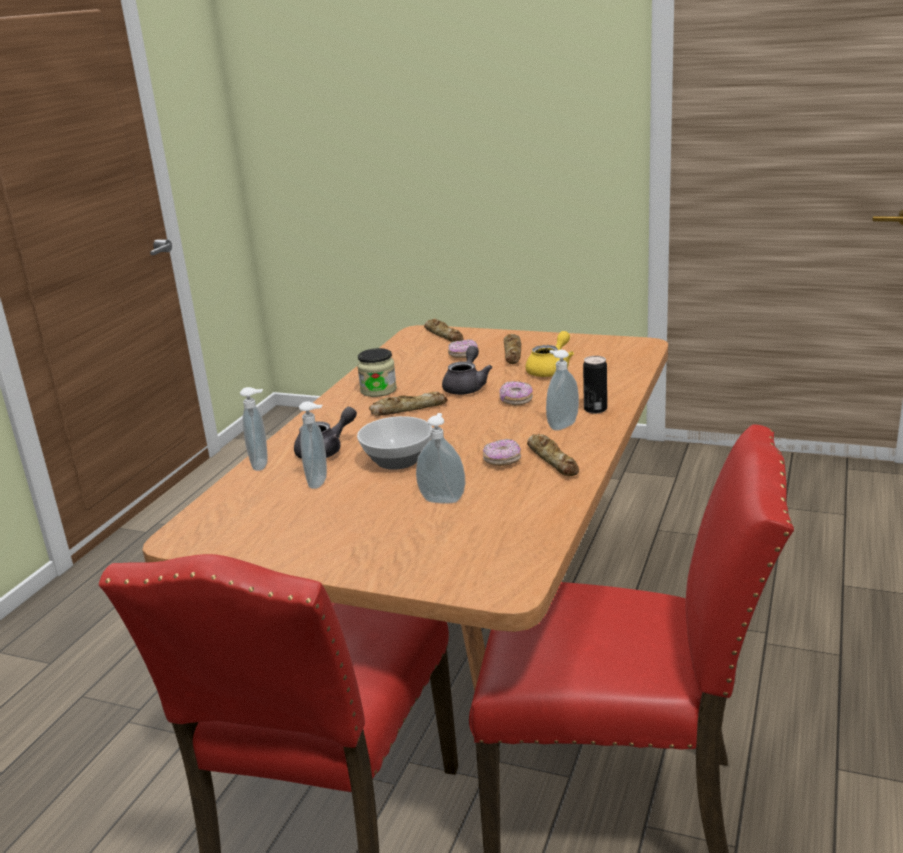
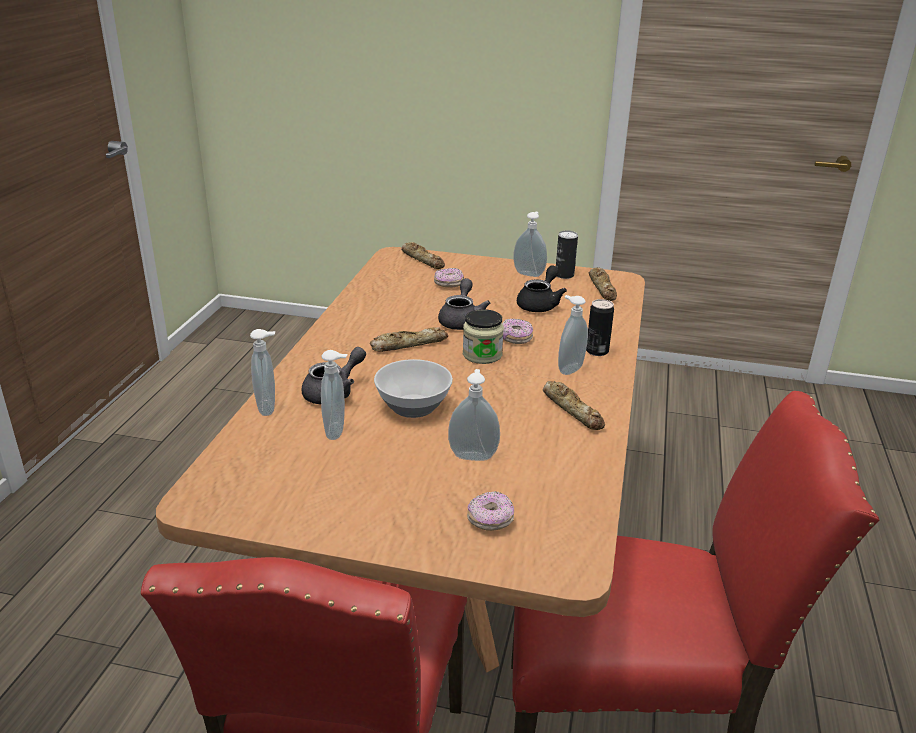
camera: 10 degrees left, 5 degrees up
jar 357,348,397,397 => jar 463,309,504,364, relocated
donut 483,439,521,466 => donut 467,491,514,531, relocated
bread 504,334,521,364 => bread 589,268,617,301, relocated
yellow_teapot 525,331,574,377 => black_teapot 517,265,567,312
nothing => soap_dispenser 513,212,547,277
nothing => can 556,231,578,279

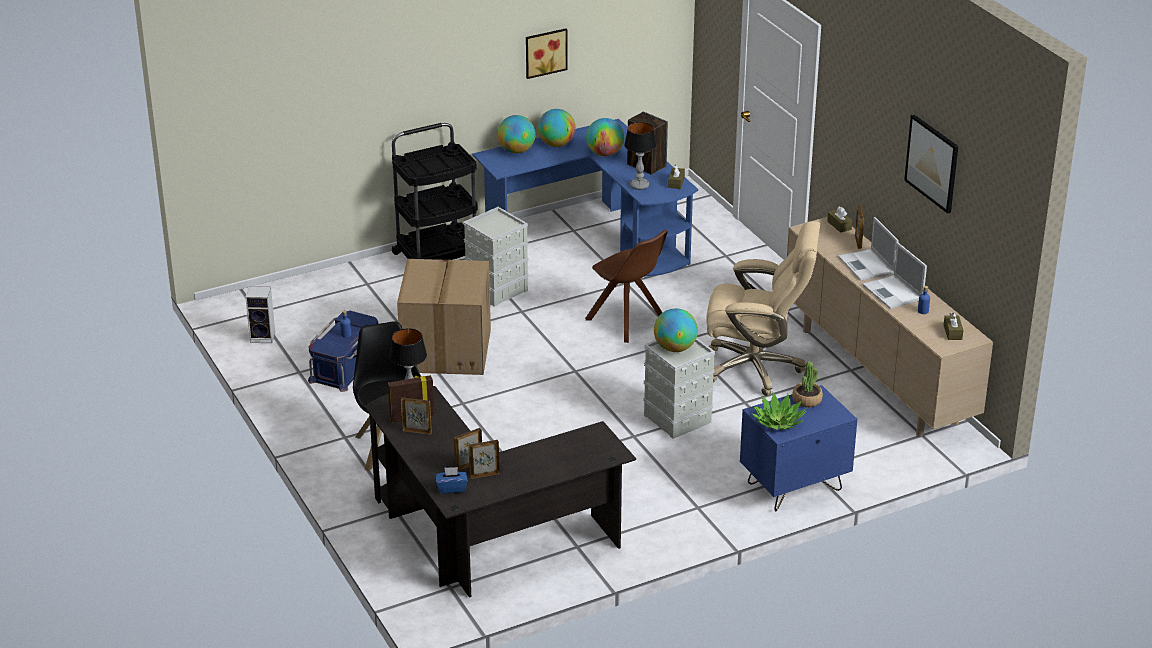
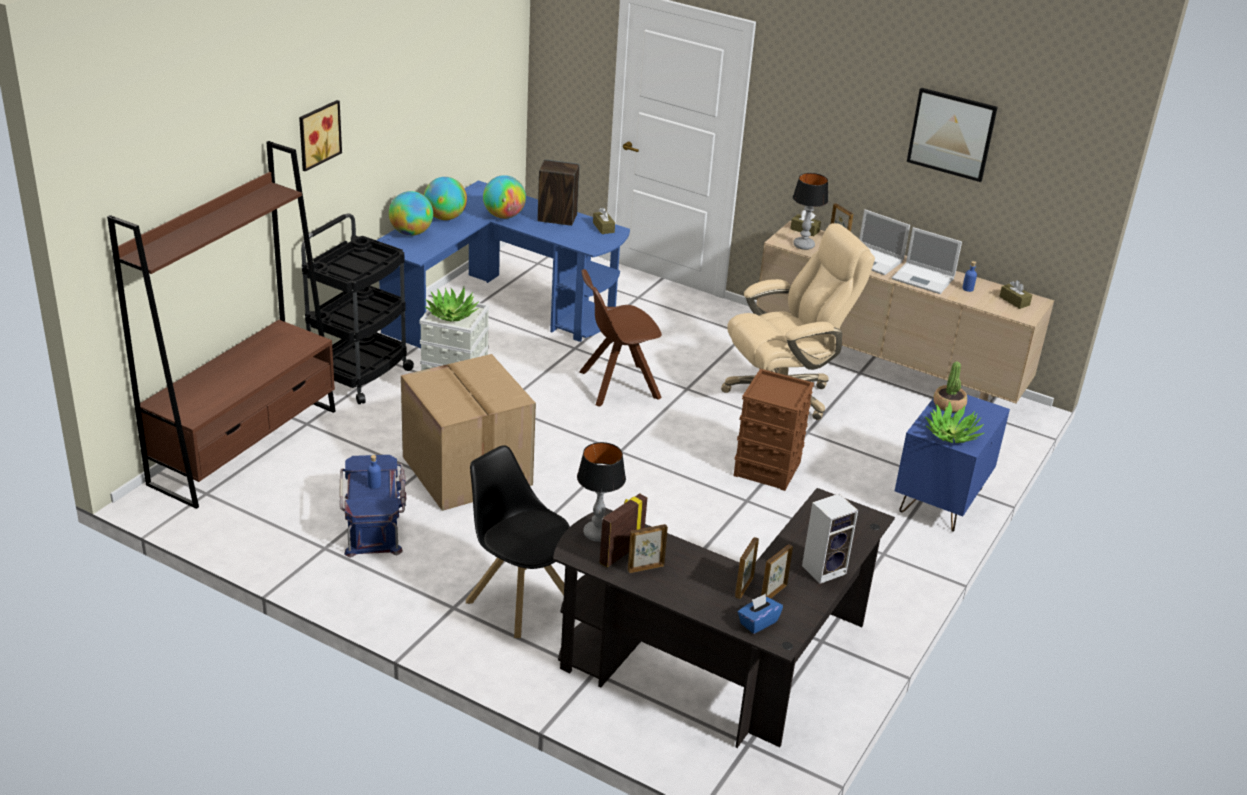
camera: 35 degrees left, 0 degrees up
speaker 245,286,275,343 => speaker 802,494,858,584, relocated
picture 526,28,568,79 => picture 299,100,342,172, relocated
brown_chair 585,230,668,343 => brown_chair 579,269,662,406, 150 degrees clockwise
table_lamp 624,122,656,190 => table_lamp 793,173,829,250, relocated
grey_storage_box 643,338,715,439 => brown_storage_box 734,369,814,491
globe 654,308,698,352 => nothing
nothing => brown_bookcase 107,141,336,509
nothing => potted_plant 424,287,479,321

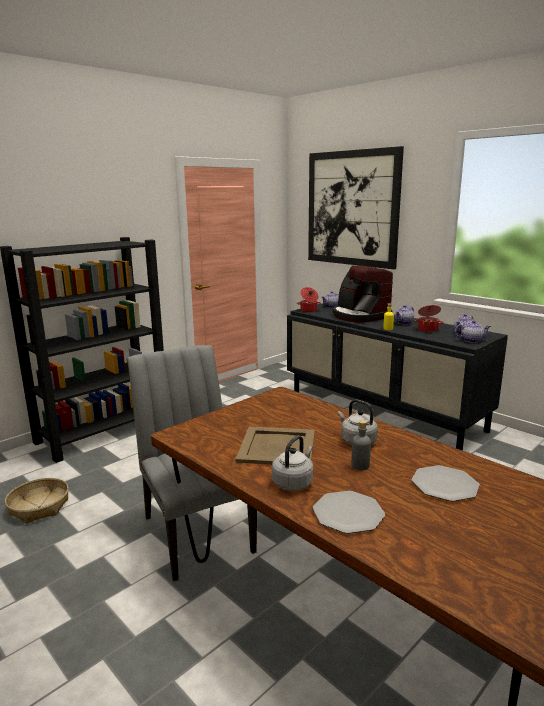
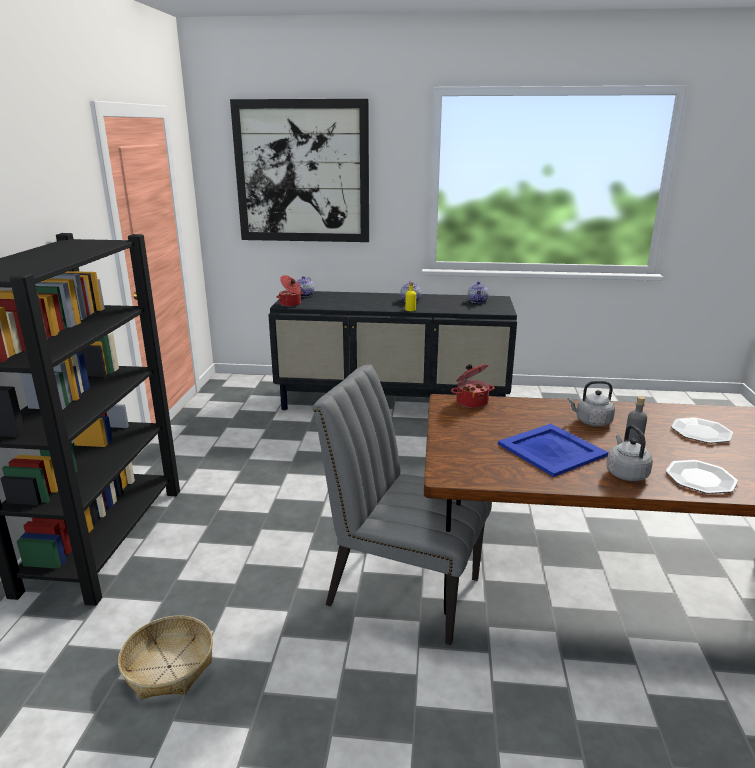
camera: 40 degrees left, 5 degrees up
beige_tray 236,426,315,465 => blue_tray 498,424,608,477
coffee_machine 332,265,393,322 => nothing
cooking_pot 414,305,444,332 => cooking_pot 451,364,495,408, relocated
teapot 455,320,491,343 => nothing

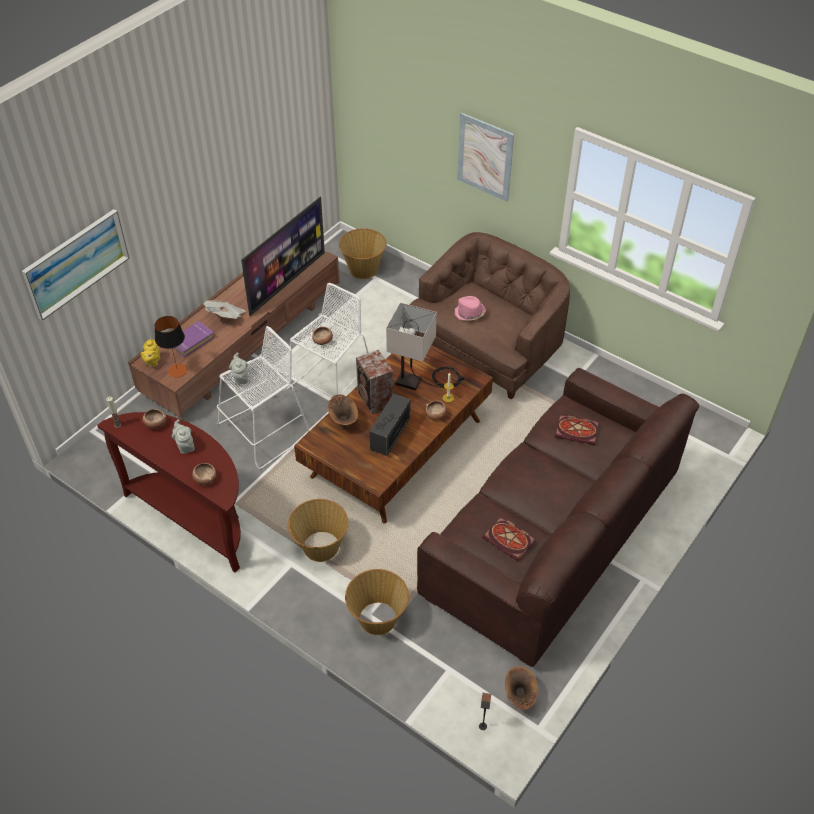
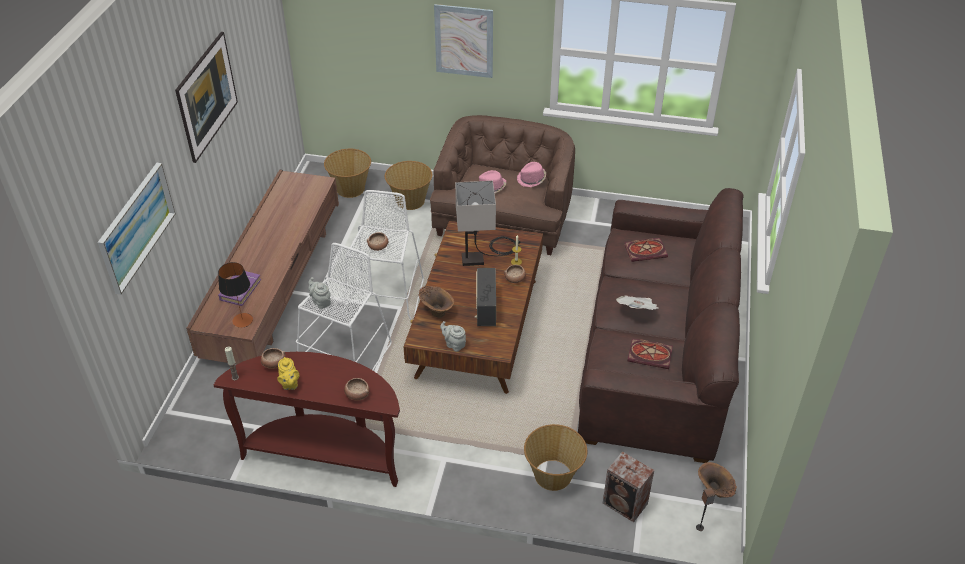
camera: 25 degrees left, 5 degrees down
yellow_teapot 141,339,160,367 => yellow_teapot 277,357,299,390, relocated
grey_teapot 172,419,195,454 => grey_teapot 440,321,466,352, relocated
newspaper 203,300,246,319 => newspaper 616,295,659,310, relocated
television 241,197,325,316 => nothing
basket 288,499,348,562 => basket 385,161,432,210, relocated
speaker 356,350,394,414 => speaker 603,452,654,522, relocated
nothing => picture 175,32,238,163
nothing => pink_hat 517,162,546,187

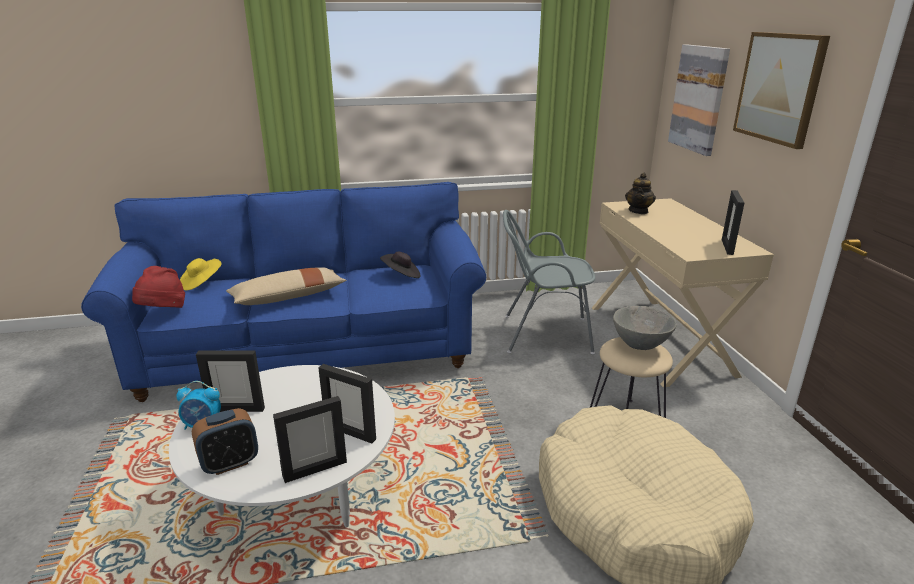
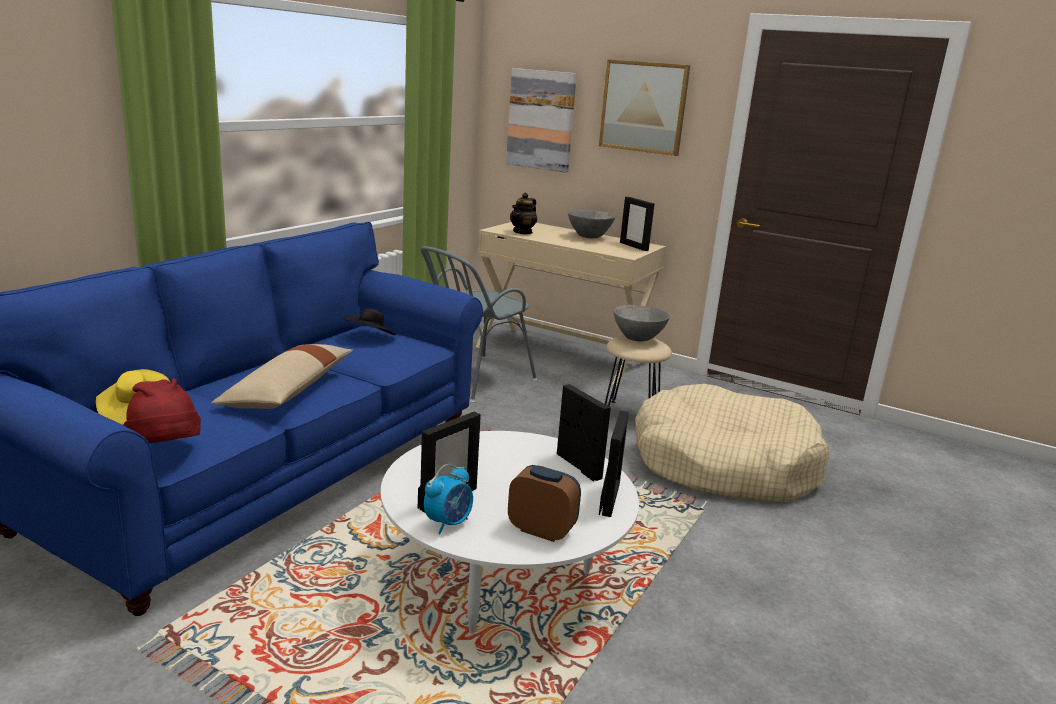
camera: 50 degrees left, 5 degrees down
alarm_clock 192,408,258,475 => alarm_clock 508,465,581,542, 75 degrees counterclockwise
picture_frame 318,364,376,444 => picture_frame 557,384,611,482, 105 degrees counterclockwise
teapot 625,173,656,214 => teapot 510,193,537,235, 60 degrees clockwise
nothing => grey_bowl 568,210,615,239

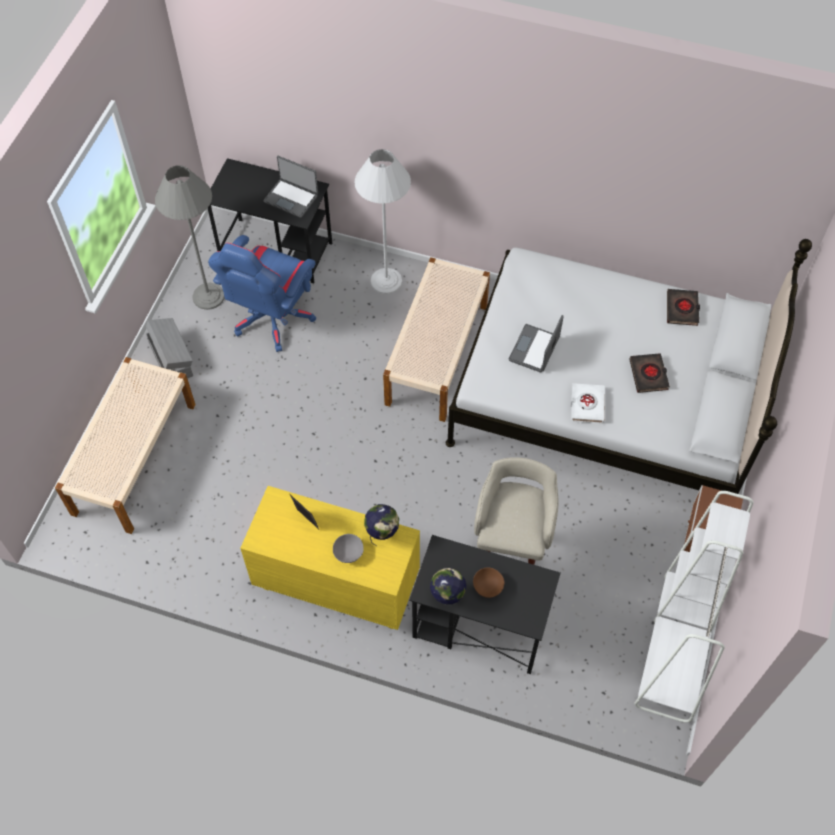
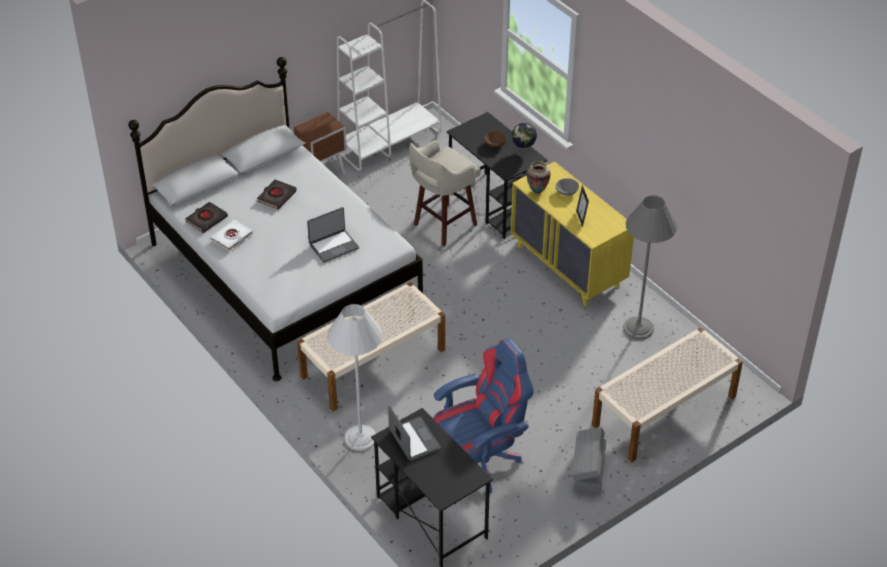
camera: 145 degrees left, 15 degrees down
grey_floor_lamp 155,165,225,310 => grey_floor_lamp 623,195,677,340, relocated
globe 364,504,399,546 => vase 526,161,551,194
white_book 571,383,605,423 => white_book 210,220,253,252, relocated

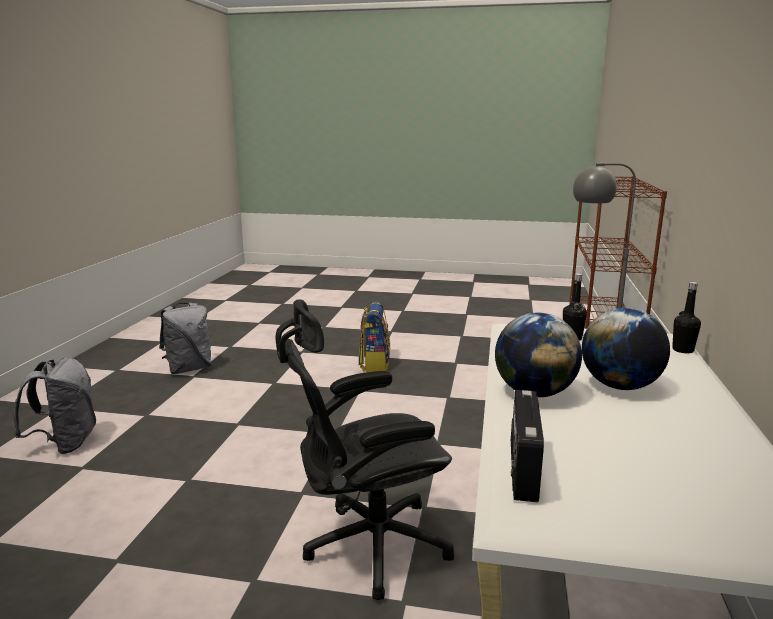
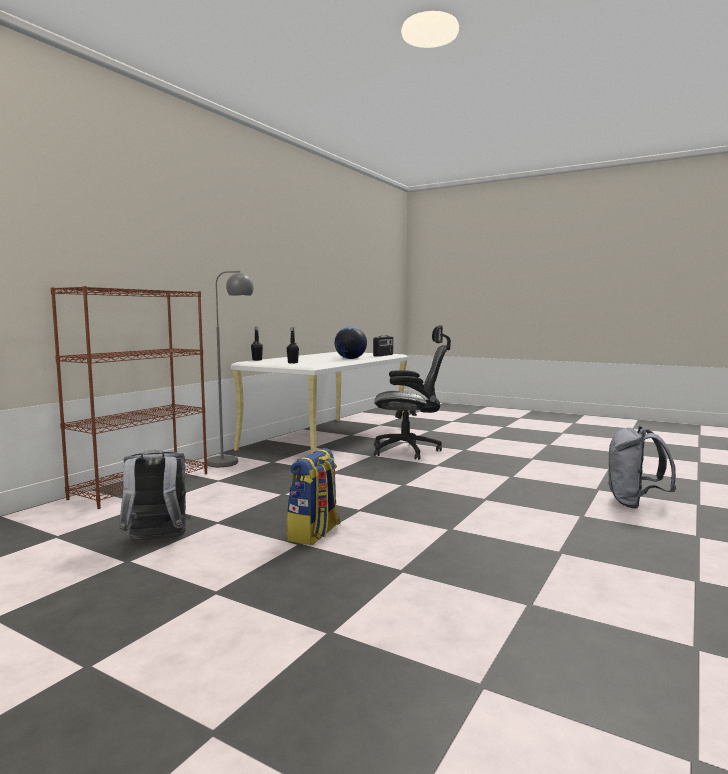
camera: 160 degrees left, 10 degrees down
grey_backpack 159,302,212,374 => grey_backpack 119,450,190,540, relocated
globe 582,308,670,390 => nothing

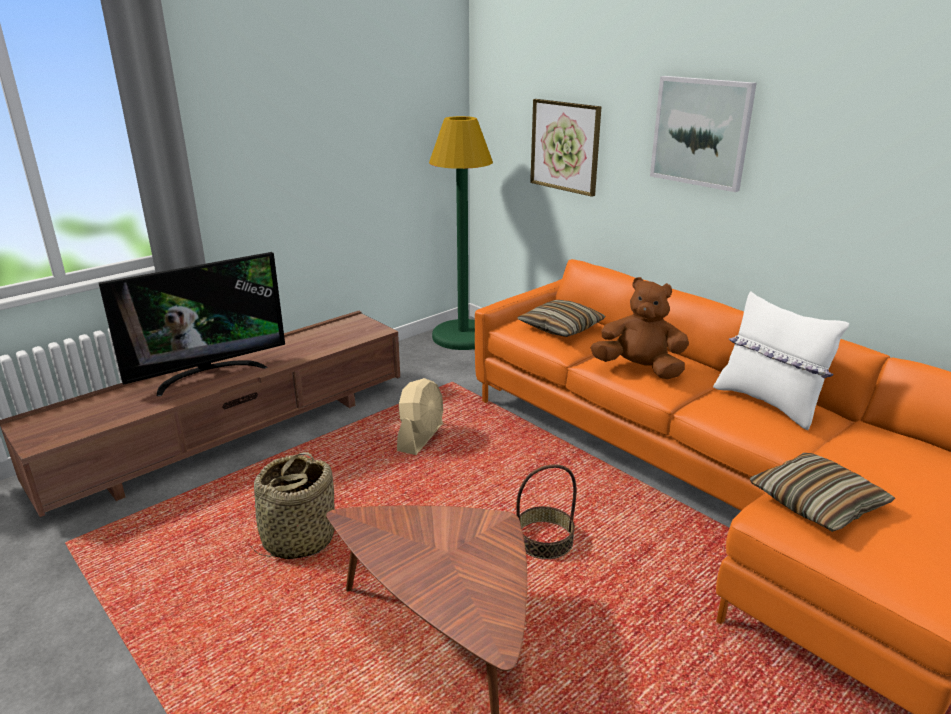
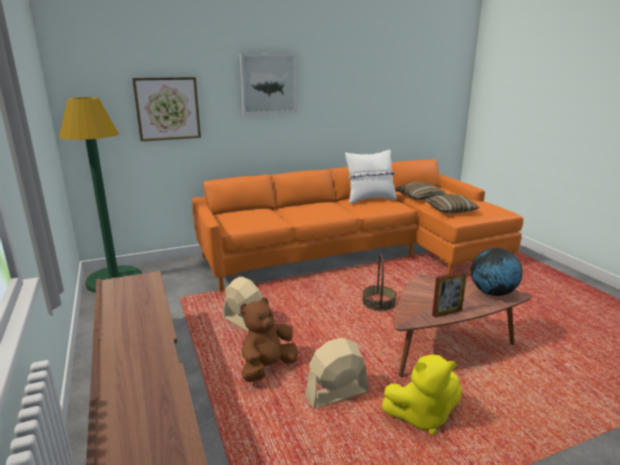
camera: 70 degrees left, 5 degrees down
television 99,252,285,396 => nothing
basket 246,452,335,559 => beige_fan 305,338,369,409
pillow 518,300,606,337 => pillow 395,182,446,200, relocated
brown_plush_toy 590,277,689,379 => brown_plush_toy 241,297,298,382, relocated
nothing => yellow_plush_toy 381,355,462,435
nothing => picture_frame 432,271,467,317
nothing => globe 471,248,523,296

